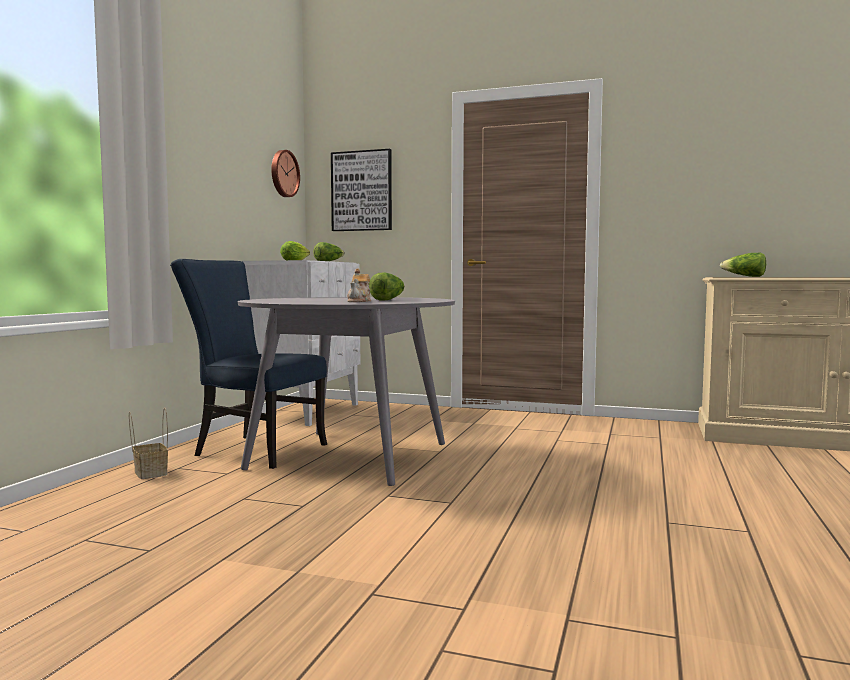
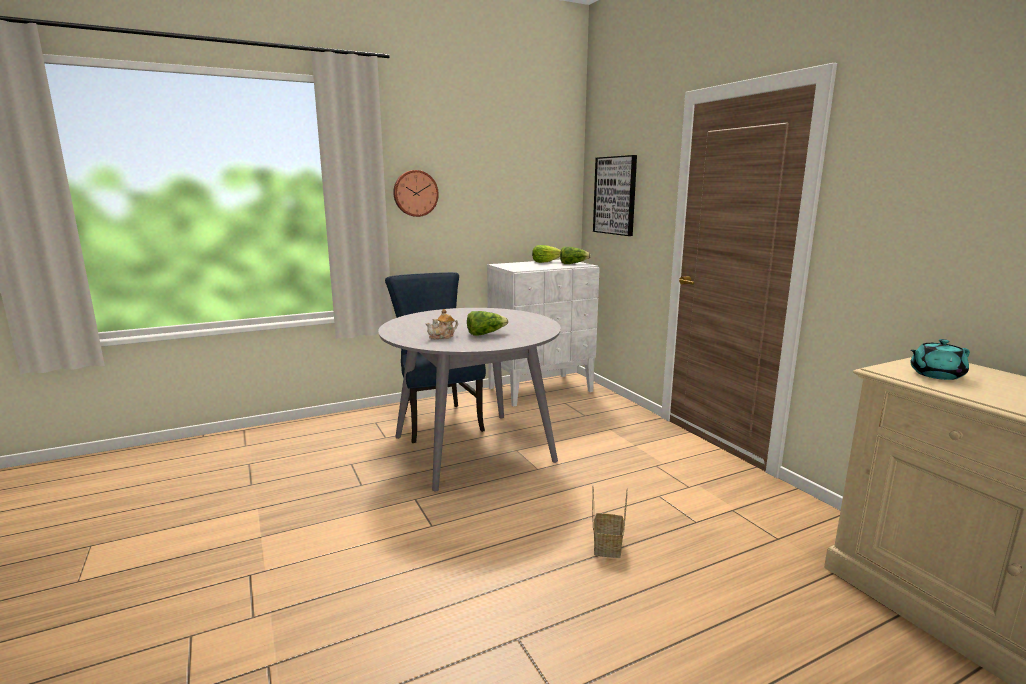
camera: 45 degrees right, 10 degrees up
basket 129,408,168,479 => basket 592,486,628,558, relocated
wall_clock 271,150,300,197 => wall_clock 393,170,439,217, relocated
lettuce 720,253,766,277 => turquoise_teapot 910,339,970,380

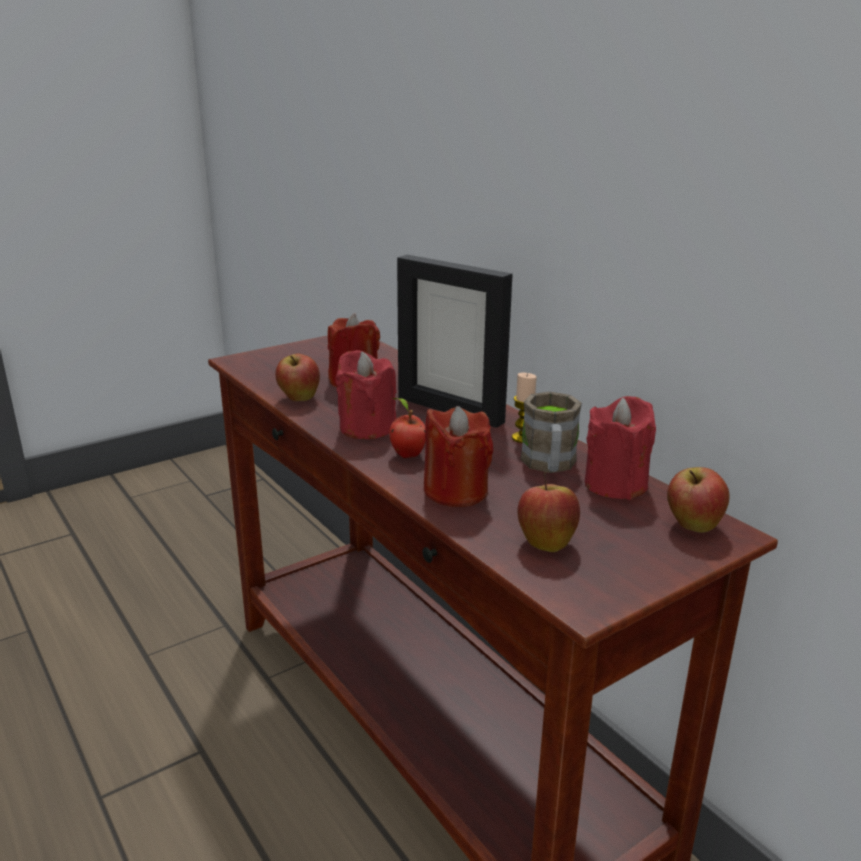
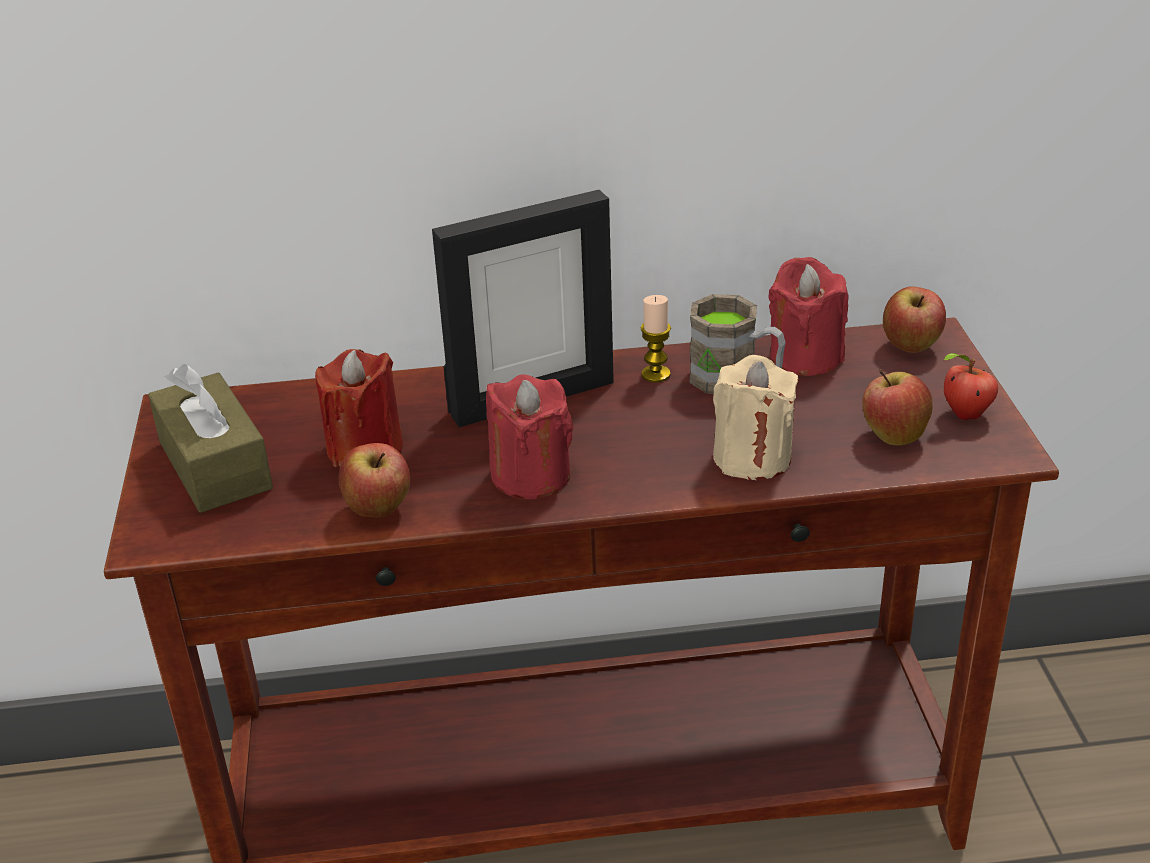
camera: 60 degrees left, 10 degrees up
apple 389,398,425,458 => apple 944,353,998,420, relocated
red_candle 424,406,493,507 => beige_candle 713,355,798,480
nothing => brown_tissue_box 148,364,273,513

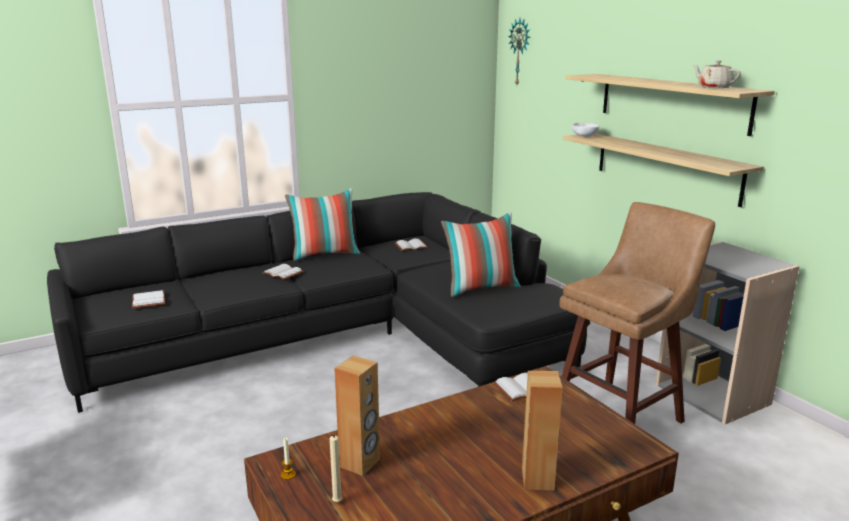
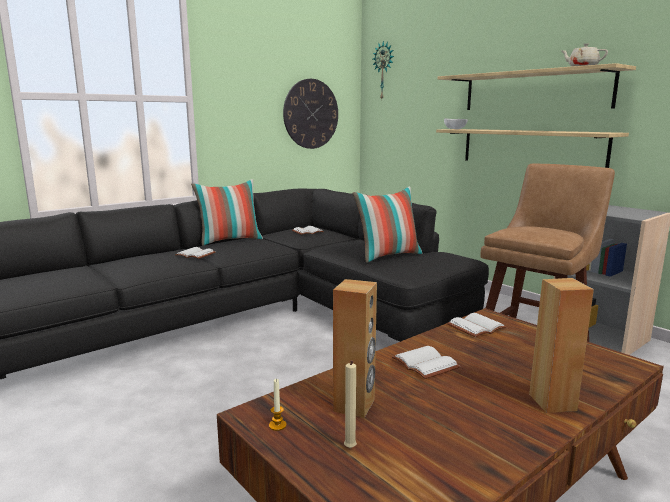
camera: 10 degrees left, 5 degrees down
white_book 132,290,165,309 => white_book 392,346,460,379, relocated
nothing => wall_clock 283,79,338,149

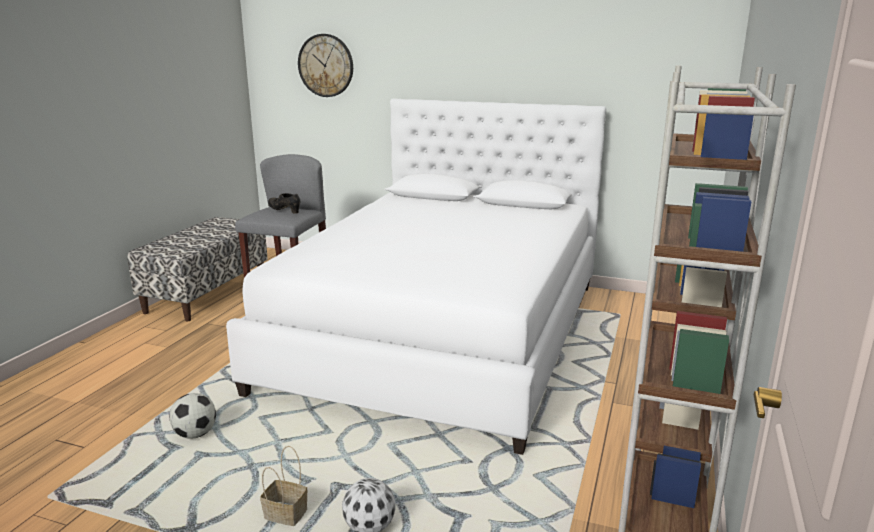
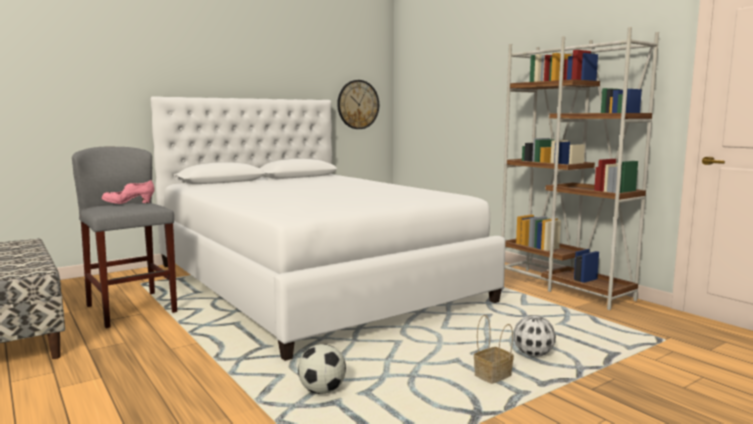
camera: 55 degrees left, 10 degrees down
black_shoe 268,193,300,214 => pink_shoe 102,180,155,204
wall_clock 298,34,353,97 => wall_clock 337,80,379,129, relocated

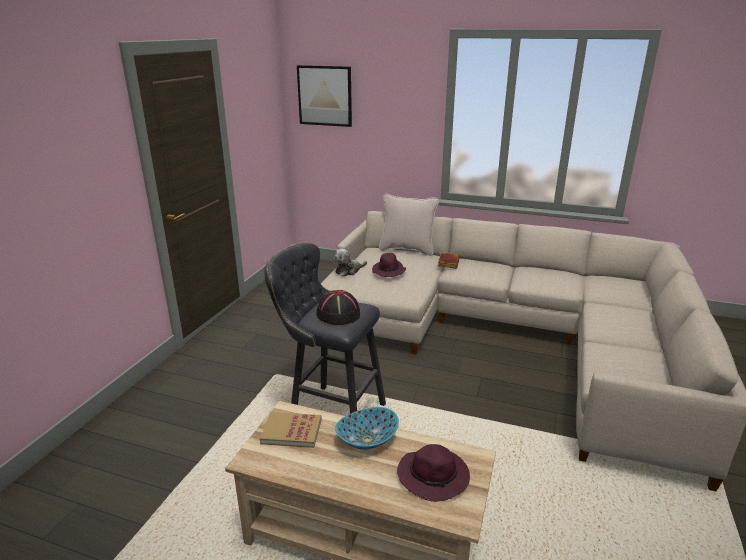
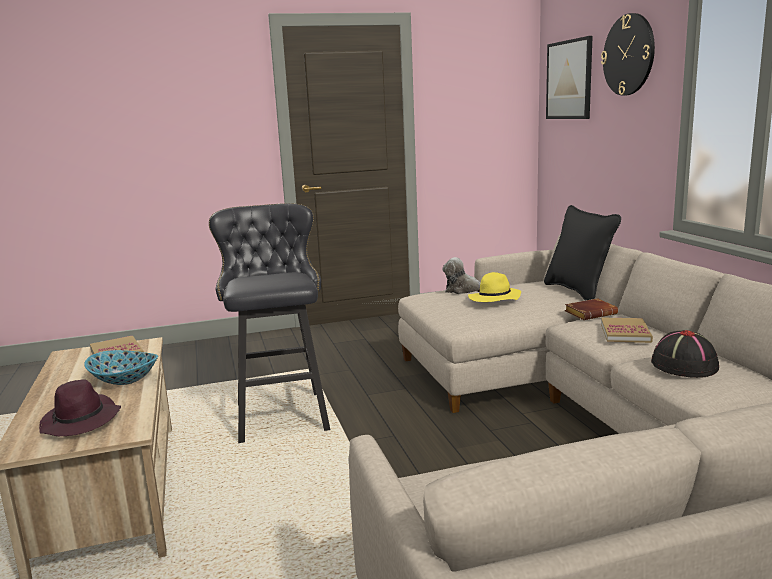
camera: 55 degrees right, 10 degrees down
black_hat 316,290,360,325 => black_hat 651,330,719,378, relocated
purple_hat 372,253,406,277 => yellow_hat 468,272,521,302
beige_pillow 379,194,439,256 => black_pillow 544,205,621,301
nothing => wall_clock 601,13,655,96
nothing => book 601,317,653,343

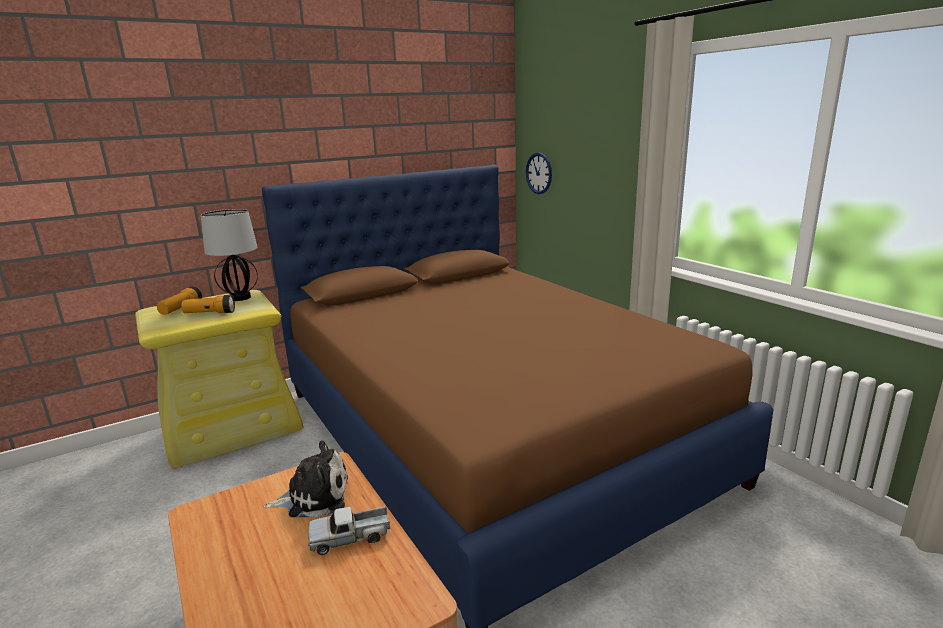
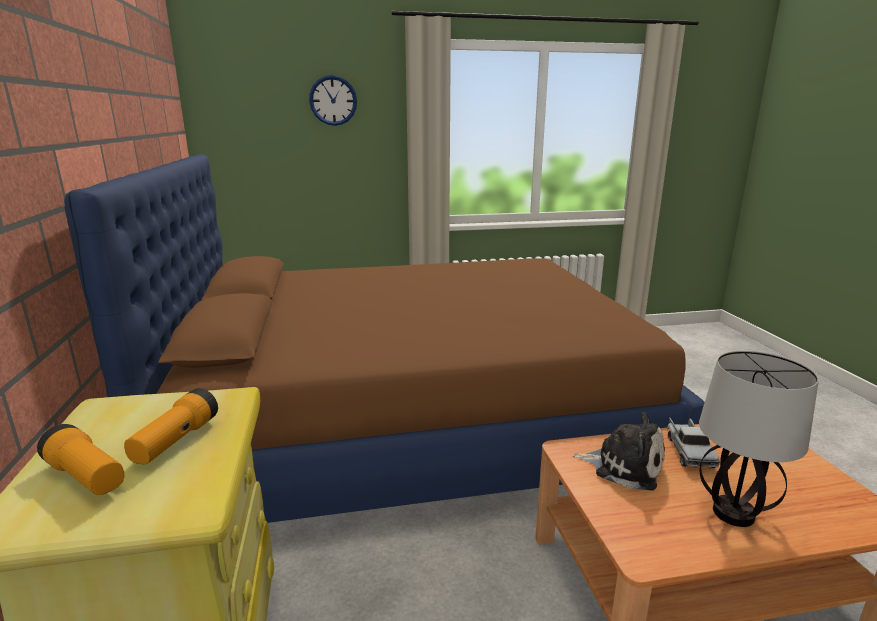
camera: 70 degrees left, 0 degrees up
table_lamp 201,209,258,301 => table_lamp 699,351,819,527, relocated
plush_toy 264,440,348,518 => plush_toy 572,412,665,491, 105 degrees clockwise
wall_clock 526,153,552,194 => wall_clock 309,75,357,126, relocated

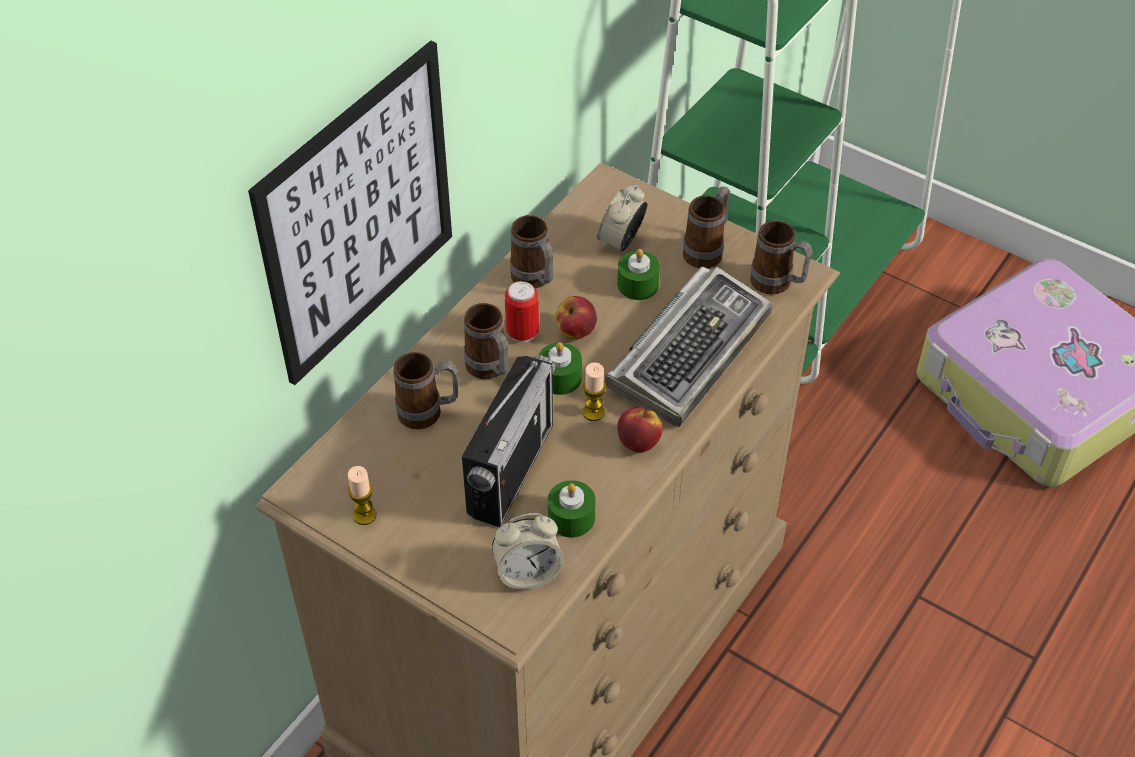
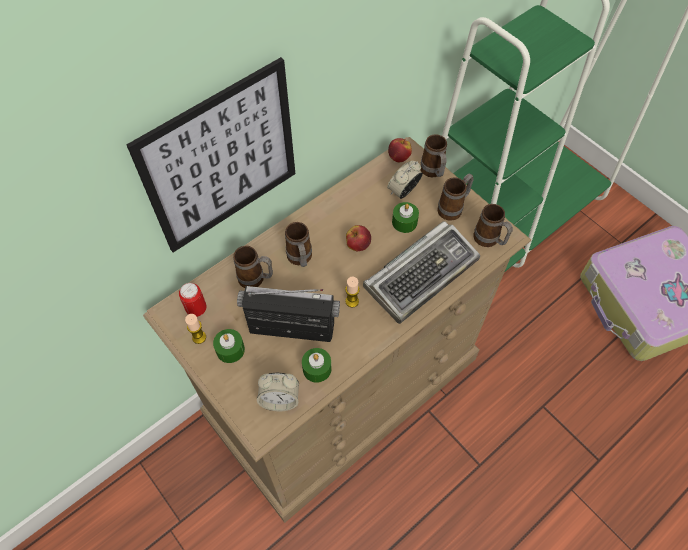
camera: 15 degrees right, 10 degrees up
radio 462,355,555,527 => radio 237,286,340,342, 120 degrees counterclockwise
can 505,281,539,343 => can 179,283,207,317, relocated
mug 510,215,553,289 => mug 421,134,447,177, relocated
green_candle 539,342,582,395 => green_candle 213,329,245,363, relocated
apple 617,407,663,453 => apple 388,138,412,162, relocated

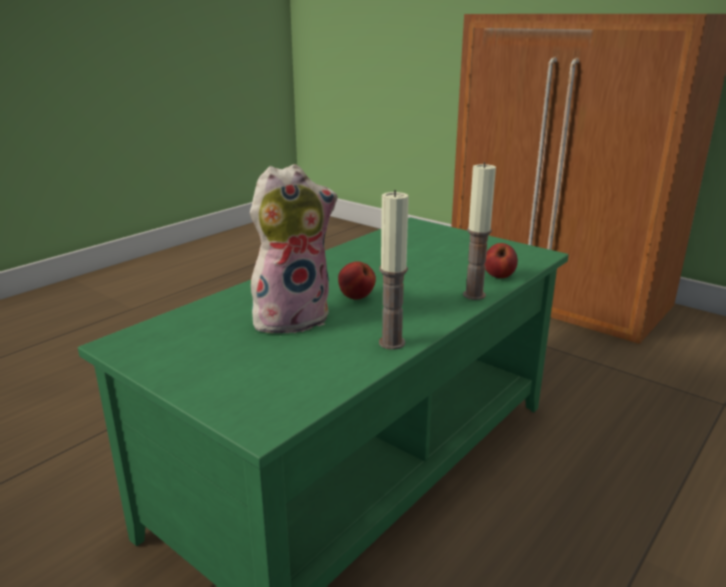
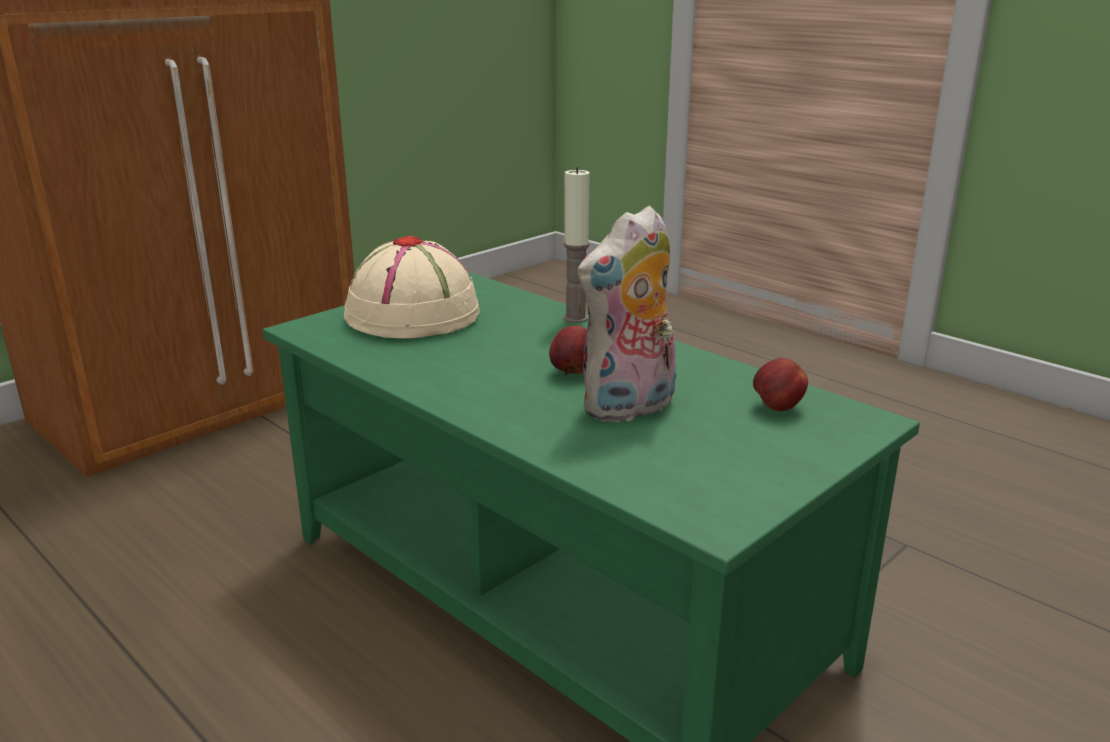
camera: 85 degrees left, 0 degrees up
plush_toy 250,164,338,337 => plush_toy 577,206,676,424, 105 degrees counterclockwise
candle 379,190,409,350 => nothing
apple 485,243,518,278 => apple 753,358,808,411, relocated
nothing => beige_hat 344,236,480,339

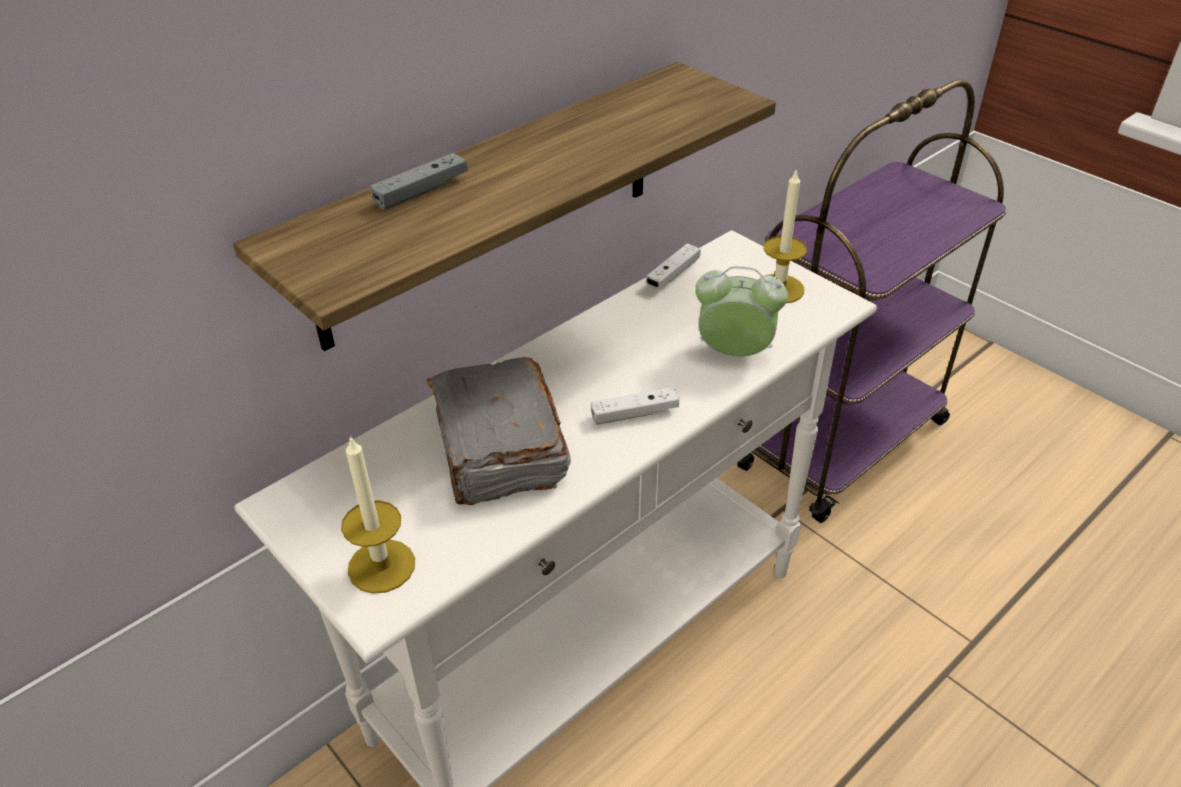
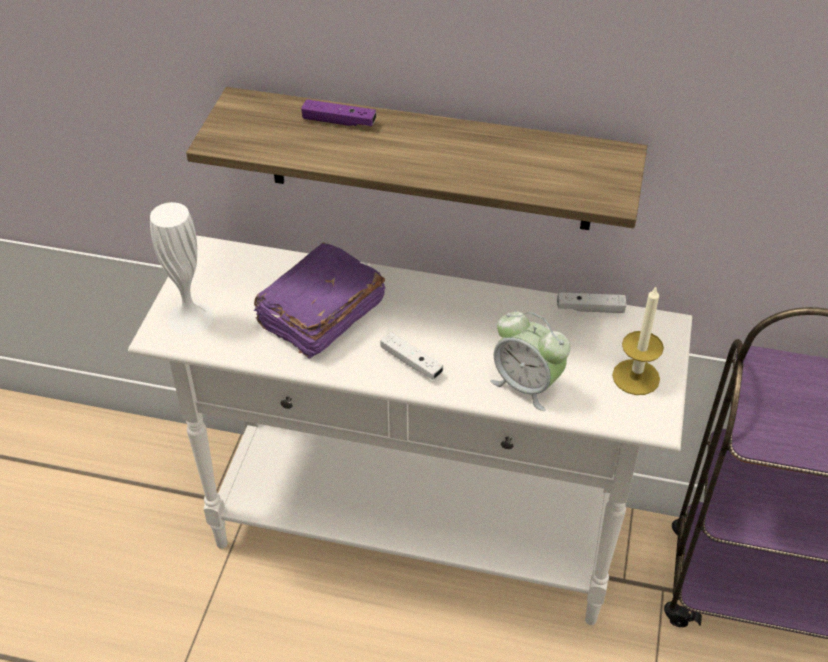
camera: 55 degrees right, 5 degrees up
candle 341,435,415,594 => white_vase 150,202,213,334
grey_game_controller 370,153,468,210 => purple_game_controller 301,99,376,126
grey_book 427,357,571,505 => purple_book 254,242,386,359
alarm_clock 695,266,788,357 => alarm_clock 490,312,570,411, 150 degrees clockwise

